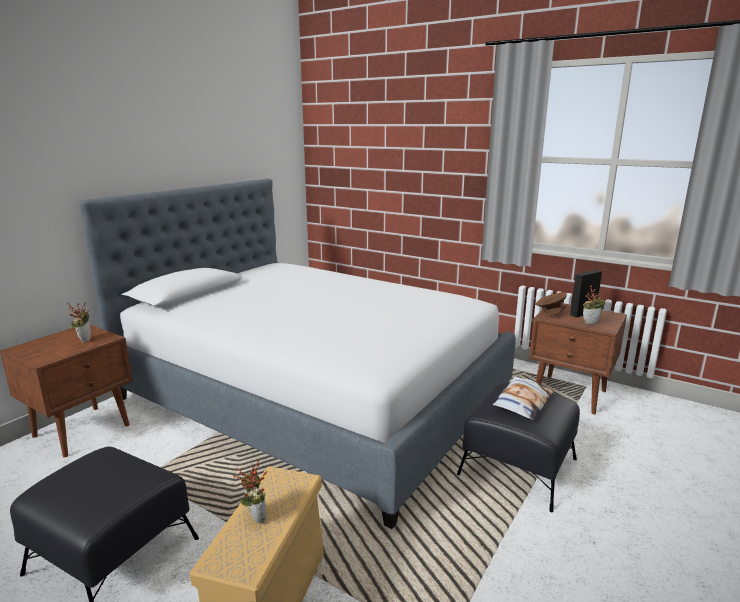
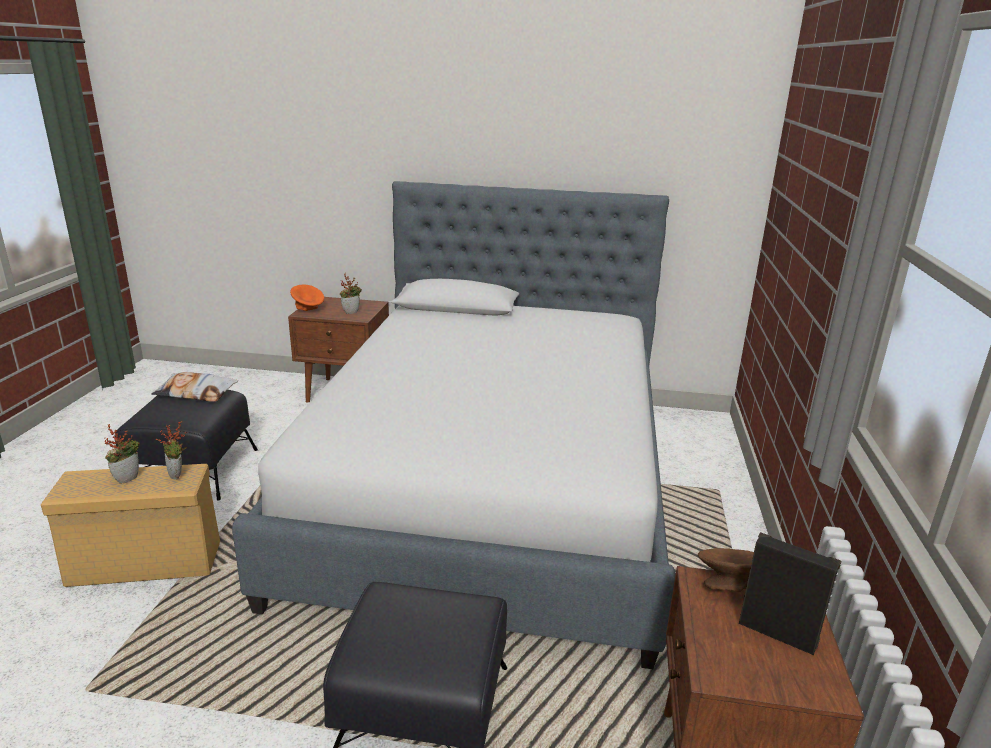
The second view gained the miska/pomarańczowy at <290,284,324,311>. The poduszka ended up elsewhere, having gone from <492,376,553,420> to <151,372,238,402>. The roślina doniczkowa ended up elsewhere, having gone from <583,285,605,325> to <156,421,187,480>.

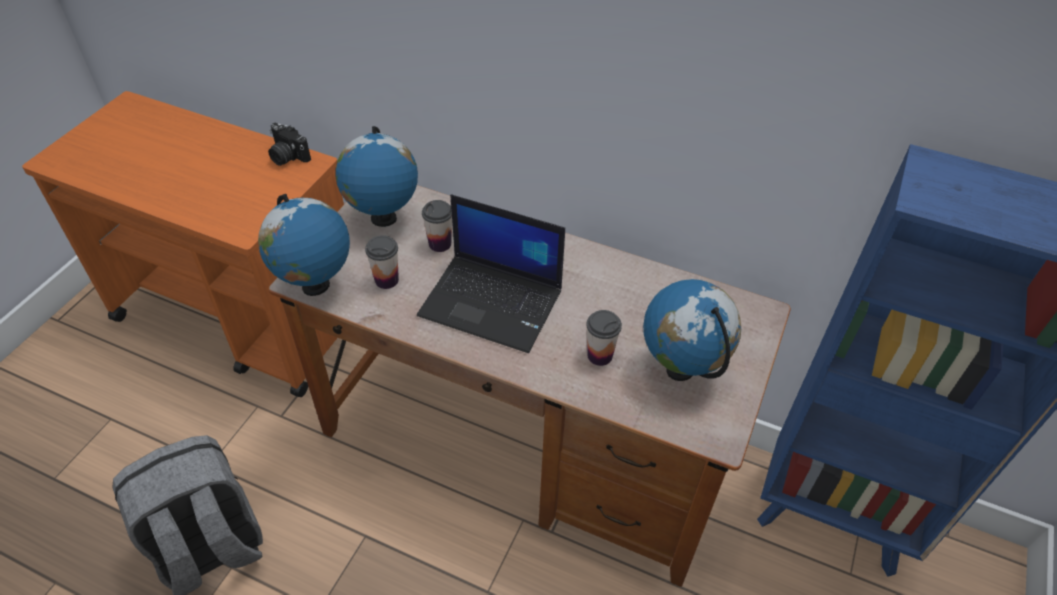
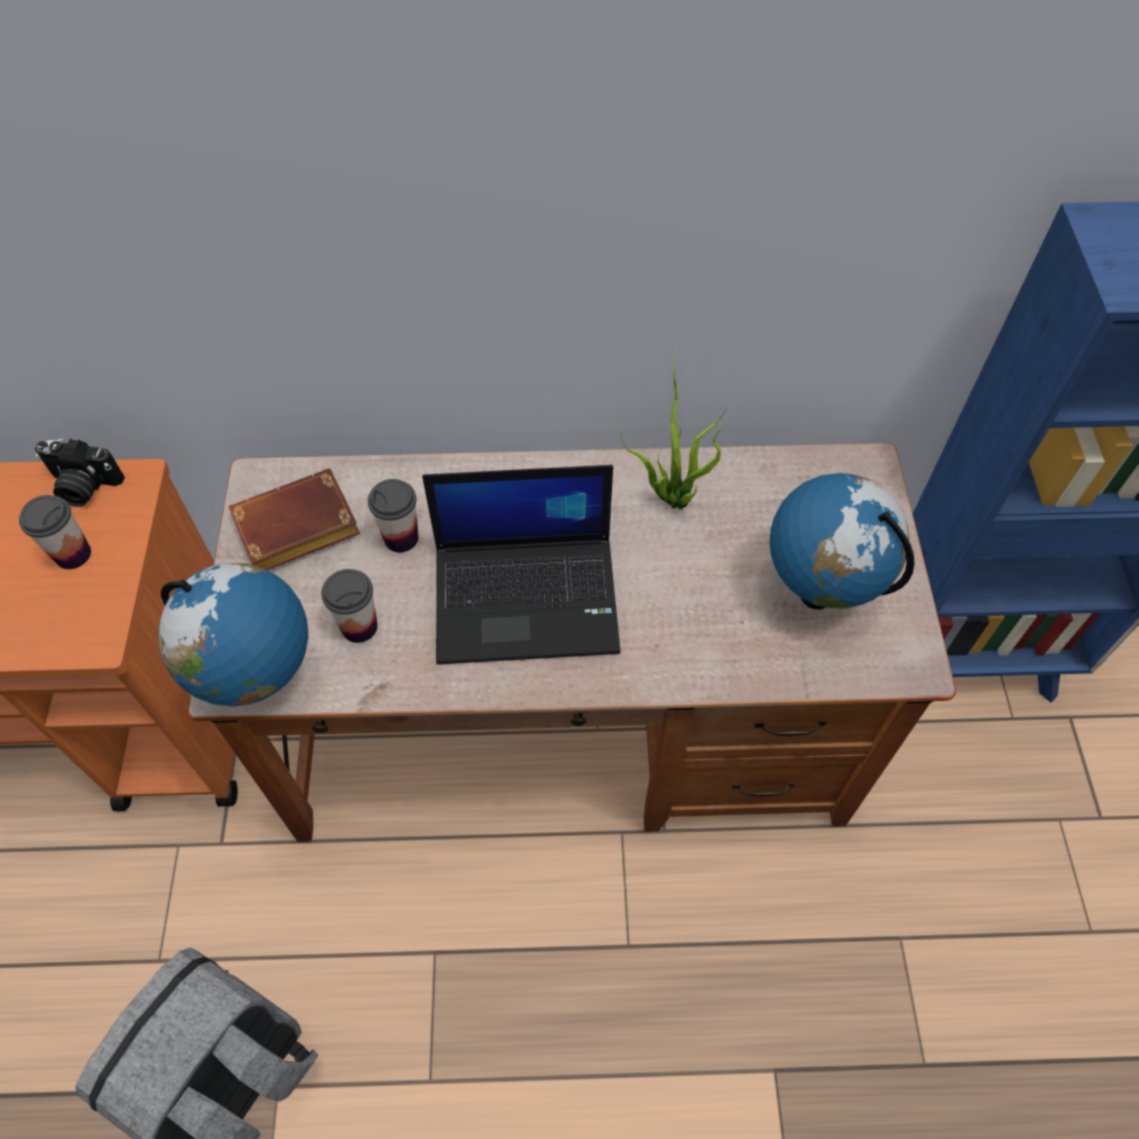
The second view gained the roślina doniczkowa at <621,346,727,509>. The filiżanka ended up elsewhere, having gone from <586,310,622,366> to <19,495,91,569>. Where the globus stood at <335,126,418,227>, the książka/brązowy came to stand at <229,468,360,570>.

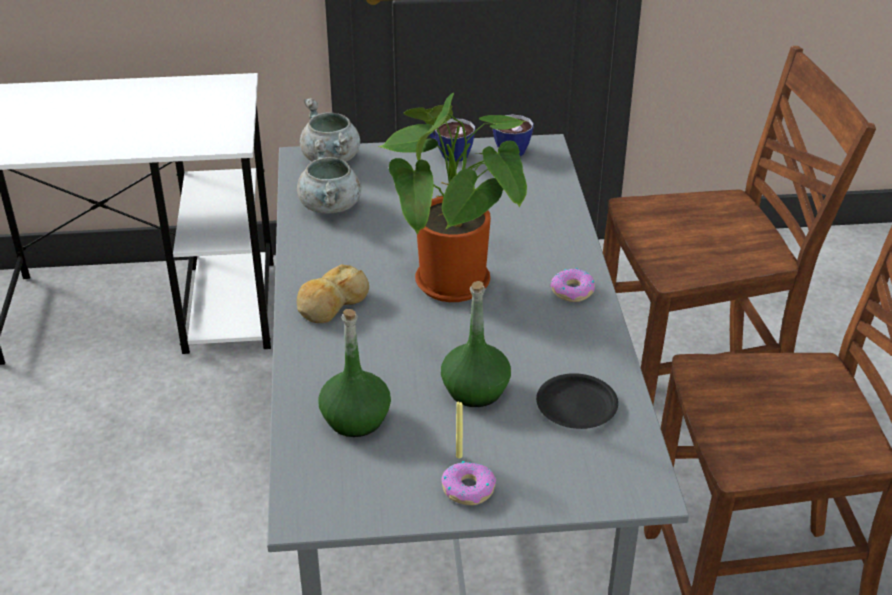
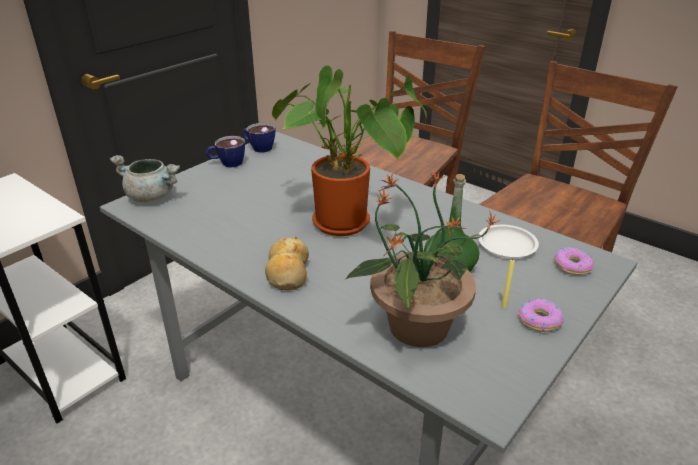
The second view lost the garnek/szary at <297,139,361,214>. The donut ended up elsewhere, having gone from <550,268,595,302> to <554,247,594,275>. Where the butelka/zielony stood at <318,309,391,437>, the roślina doniczkowa came to stand at <345,170,501,347>. What was the talerz/czarny at <536,373,618,429> turned into the talerz/biały at <478,225,539,257>.

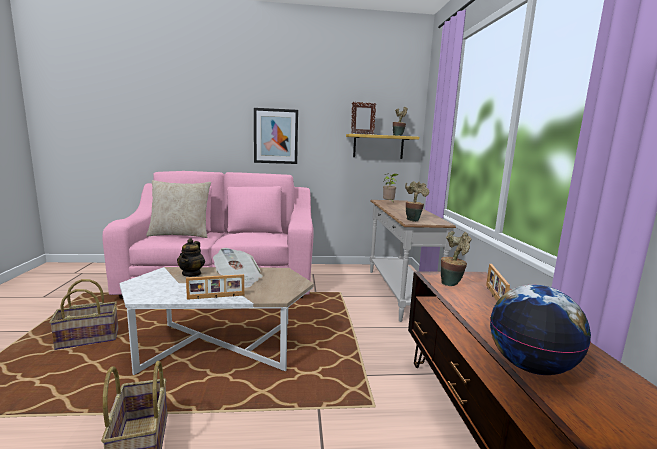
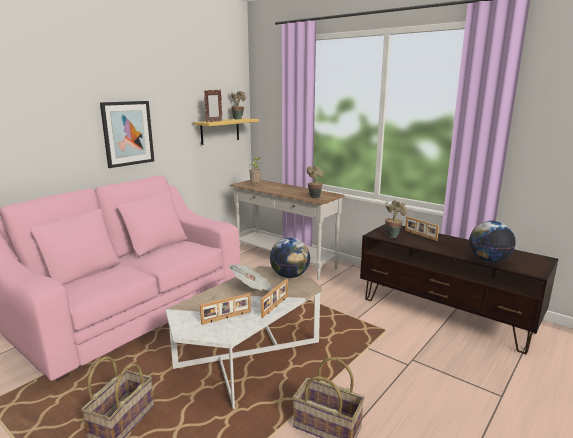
The second view lost the poduszka/beżowy at <146,180,211,238>. The second view lost the imbryk at <177,238,205,277>. The second view gained the ramka na zdjęcie at <200,293,251,325>. The second view gained the globus at <270,238,310,278>.

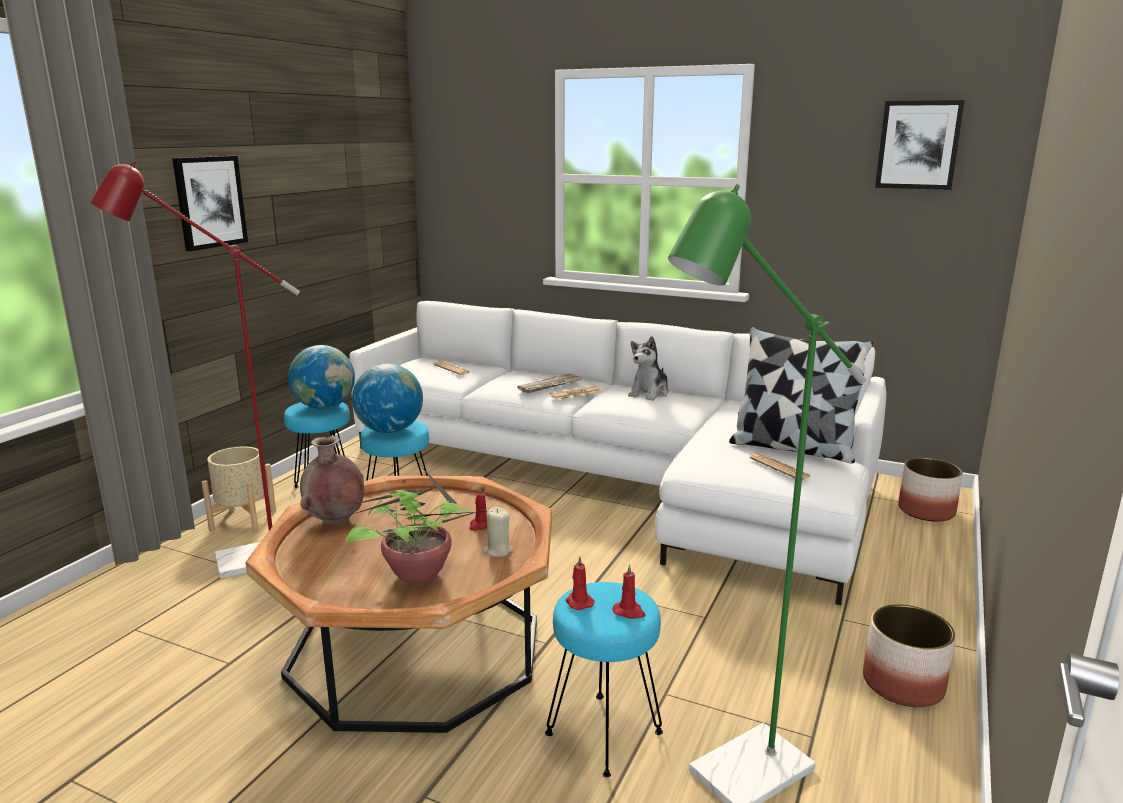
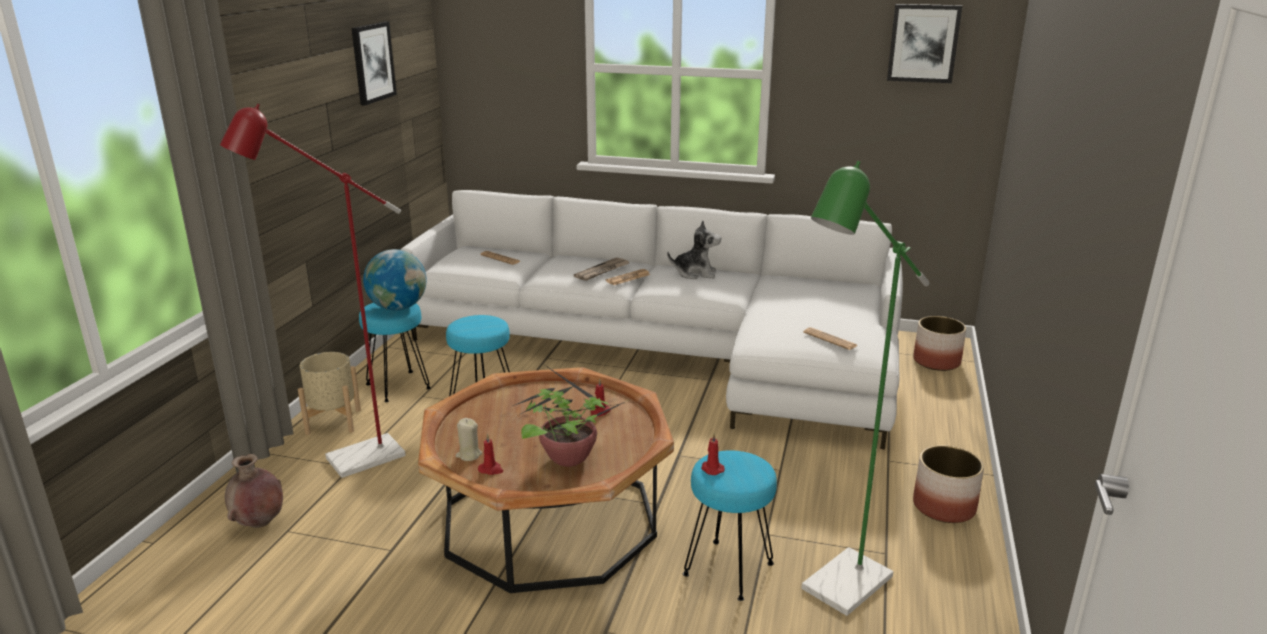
The second view lost the globus at <352,364,423,433>. The second view lost the poduszka at <729,327,873,463>. The obraz ended up elsewhere, having gone from <172,156,248,251> to <351,22,397,106>. The wazon/brązowy ended up elsewhere, having gone from <300,436,364,525> to <225,454,283,528>. The świeca/beżowy ended up elsewhere, having gone from <483,507,513,557> to <456,418,482,461>. The świeca/czerwony ended up elsewhere, having gone from <613,564,645,619> to <478,434,503,475>. The pluszak at <628,336,669,401> ended up facing another way, 105 degrees counterclockwise from before.

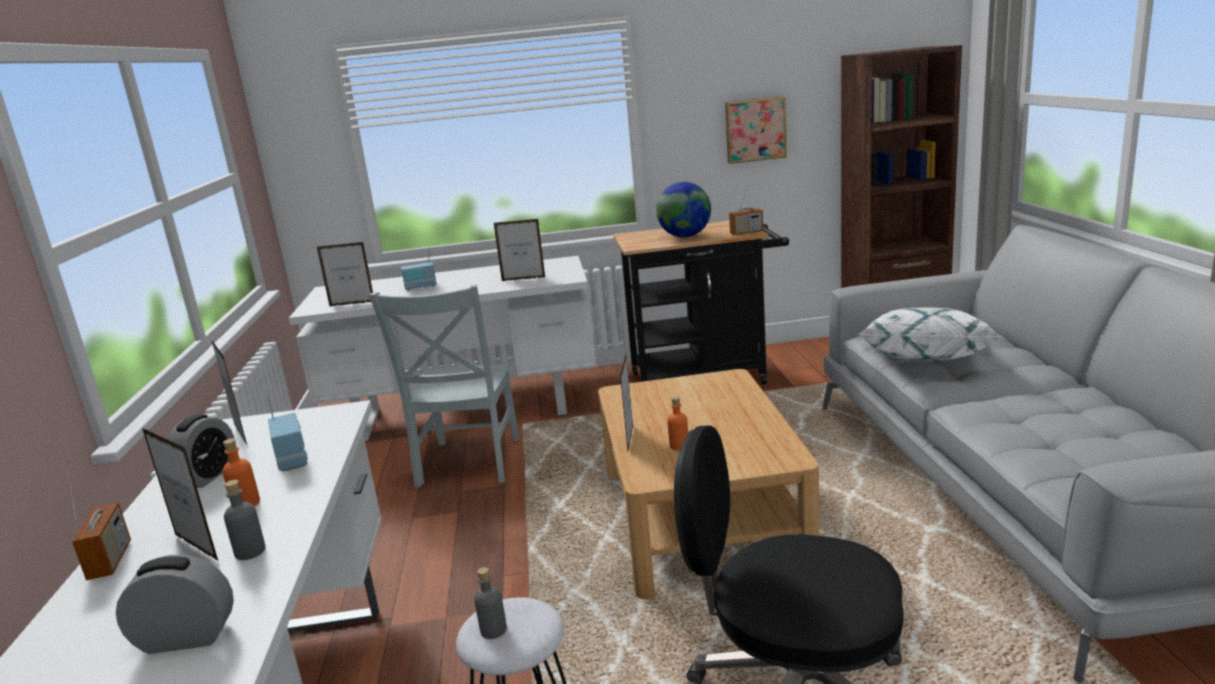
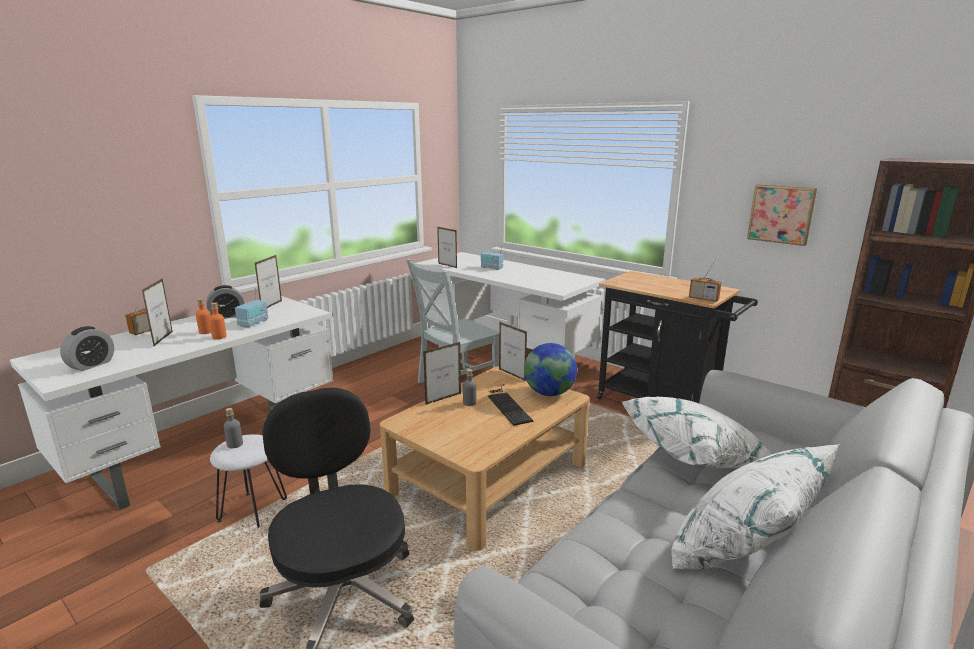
The second view gained the klawiatura at <488,384,533,426>. The second view gained the poduszka/biały at <671,444,839,569>. The butelka/szary ended up elsewhere, having gone from <224,480,266,560> to <463,369,477,406>. The ramka na zdjęcie ended up elsewhere, having gone from <494,219,546,281> to <499,322,527,381>. The globus ended up elsewhere, having gone from <656,182,711,237> to <524,343,577,396>. The butelka/pomarańczowy ended up elsewhere, having gone from <667,396,688,451> to <209,303,227,340>. The budzik at <116,555,234,654> ended up facing another way, 75 degrees clockwise from before.

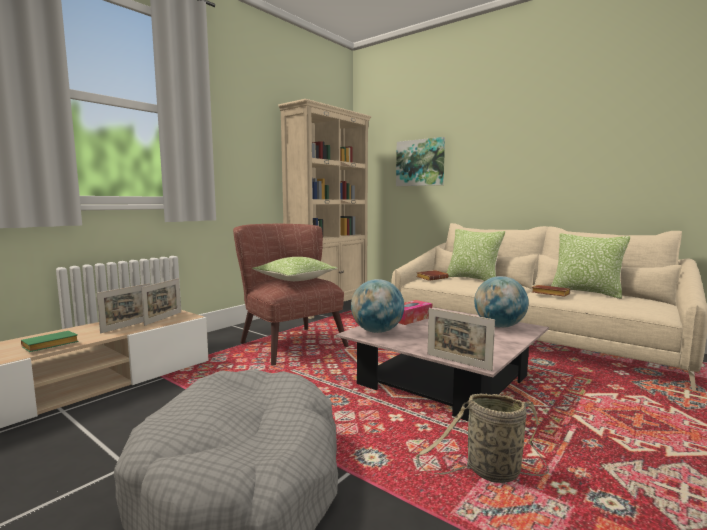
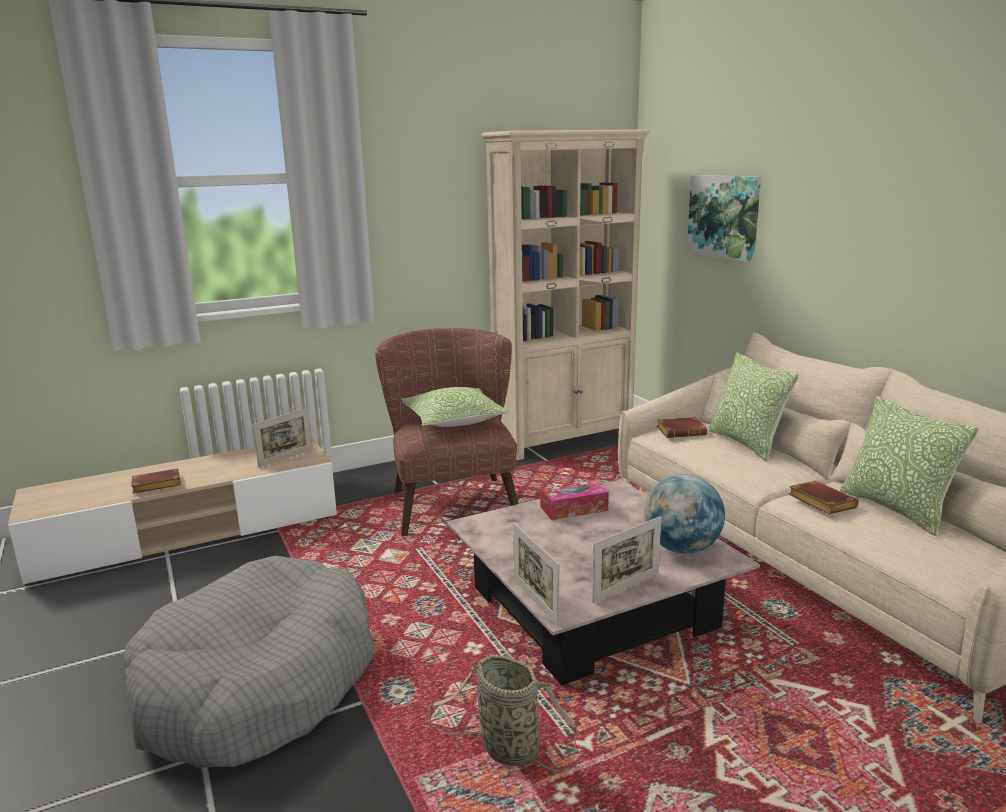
The second view lost the globus at <351,279,404,333>. The ramka na zdjęcie ended up elsewhere, having gone from <97,283,150,333> to <592,516,661,603>. What was the książka/zielony at <21,331,79,352> turned into the książka/brązowy at <131,468,181,494>.

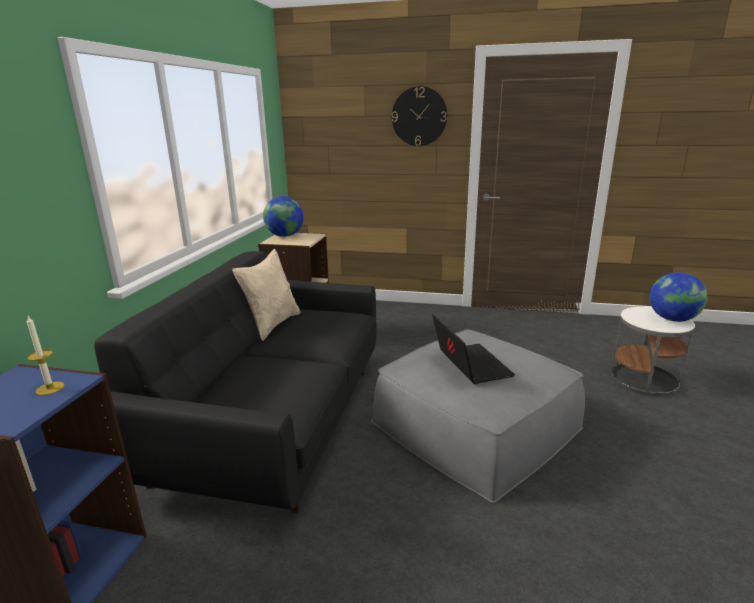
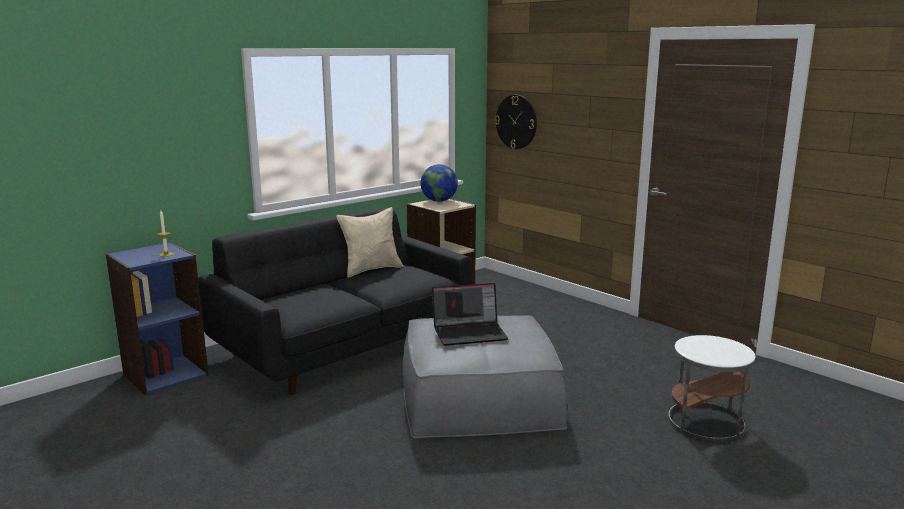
The second view lost the globus at <650,272,708,322>. The zegar ścienny ended up elsewhere, having gone from <392,86,448,146> to <495,95,537,149>. The laptop at <432,314,515,384> ended up facing another way, 60 degrees clockwise from before.

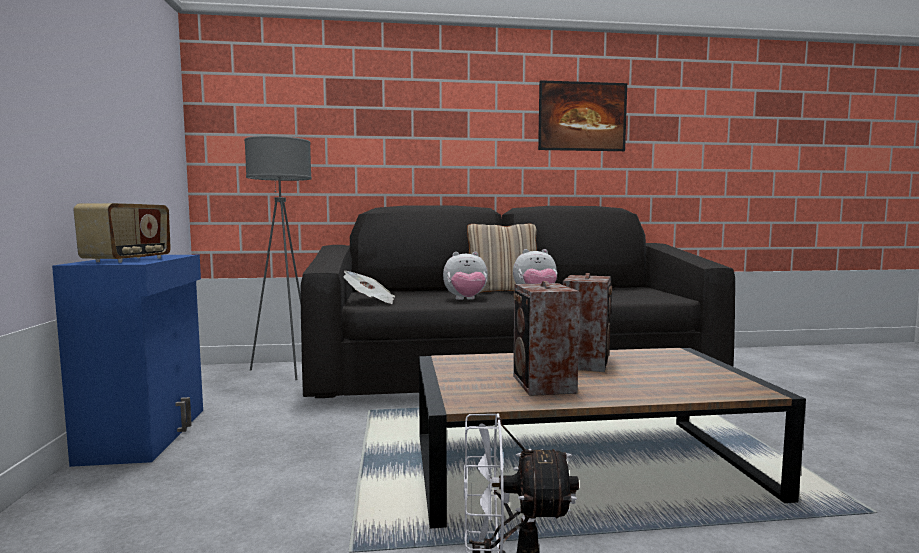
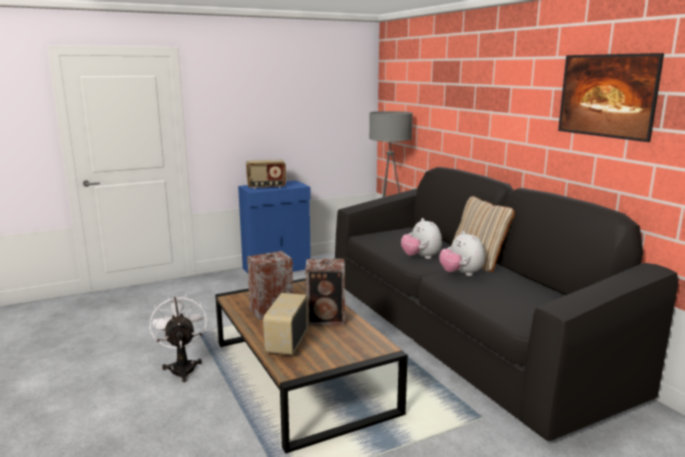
The second view lost the gazeta at <344,271,395,304>. The second view gained the radio at <263,293,308,355>.

